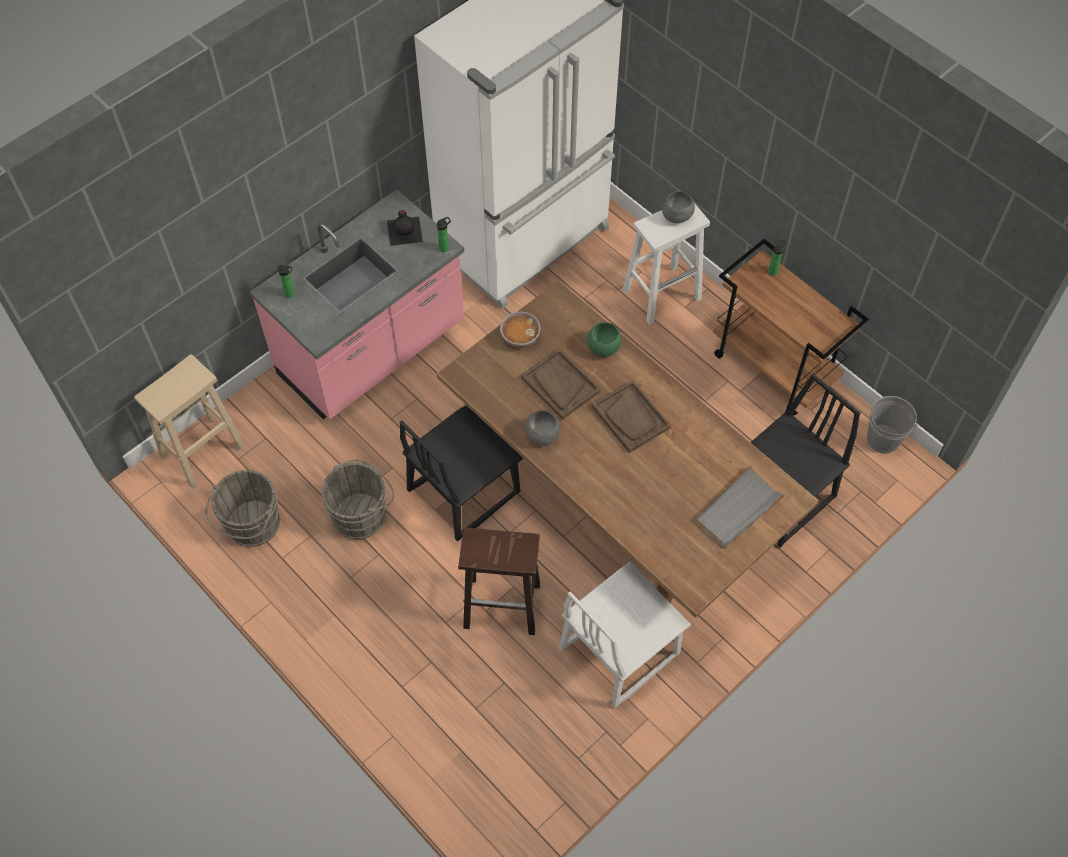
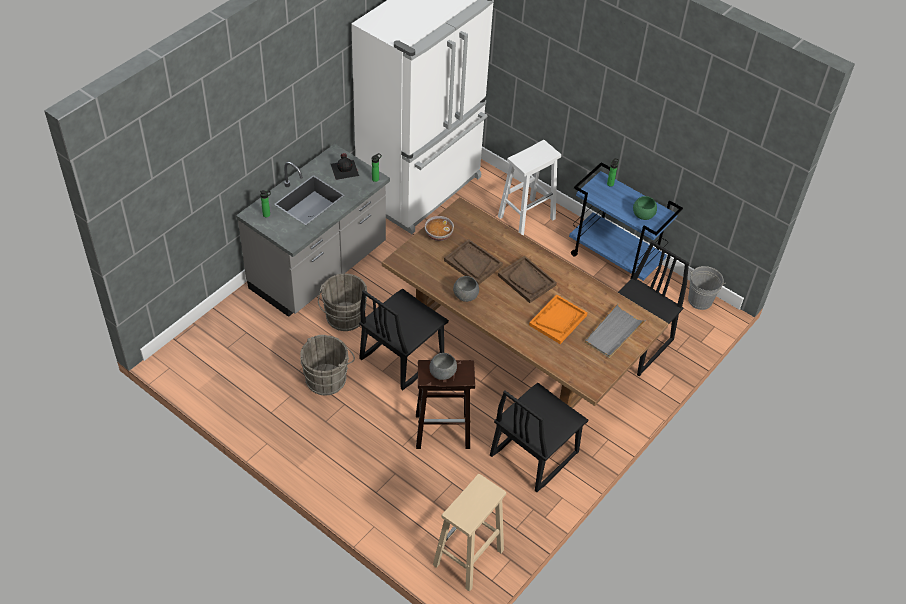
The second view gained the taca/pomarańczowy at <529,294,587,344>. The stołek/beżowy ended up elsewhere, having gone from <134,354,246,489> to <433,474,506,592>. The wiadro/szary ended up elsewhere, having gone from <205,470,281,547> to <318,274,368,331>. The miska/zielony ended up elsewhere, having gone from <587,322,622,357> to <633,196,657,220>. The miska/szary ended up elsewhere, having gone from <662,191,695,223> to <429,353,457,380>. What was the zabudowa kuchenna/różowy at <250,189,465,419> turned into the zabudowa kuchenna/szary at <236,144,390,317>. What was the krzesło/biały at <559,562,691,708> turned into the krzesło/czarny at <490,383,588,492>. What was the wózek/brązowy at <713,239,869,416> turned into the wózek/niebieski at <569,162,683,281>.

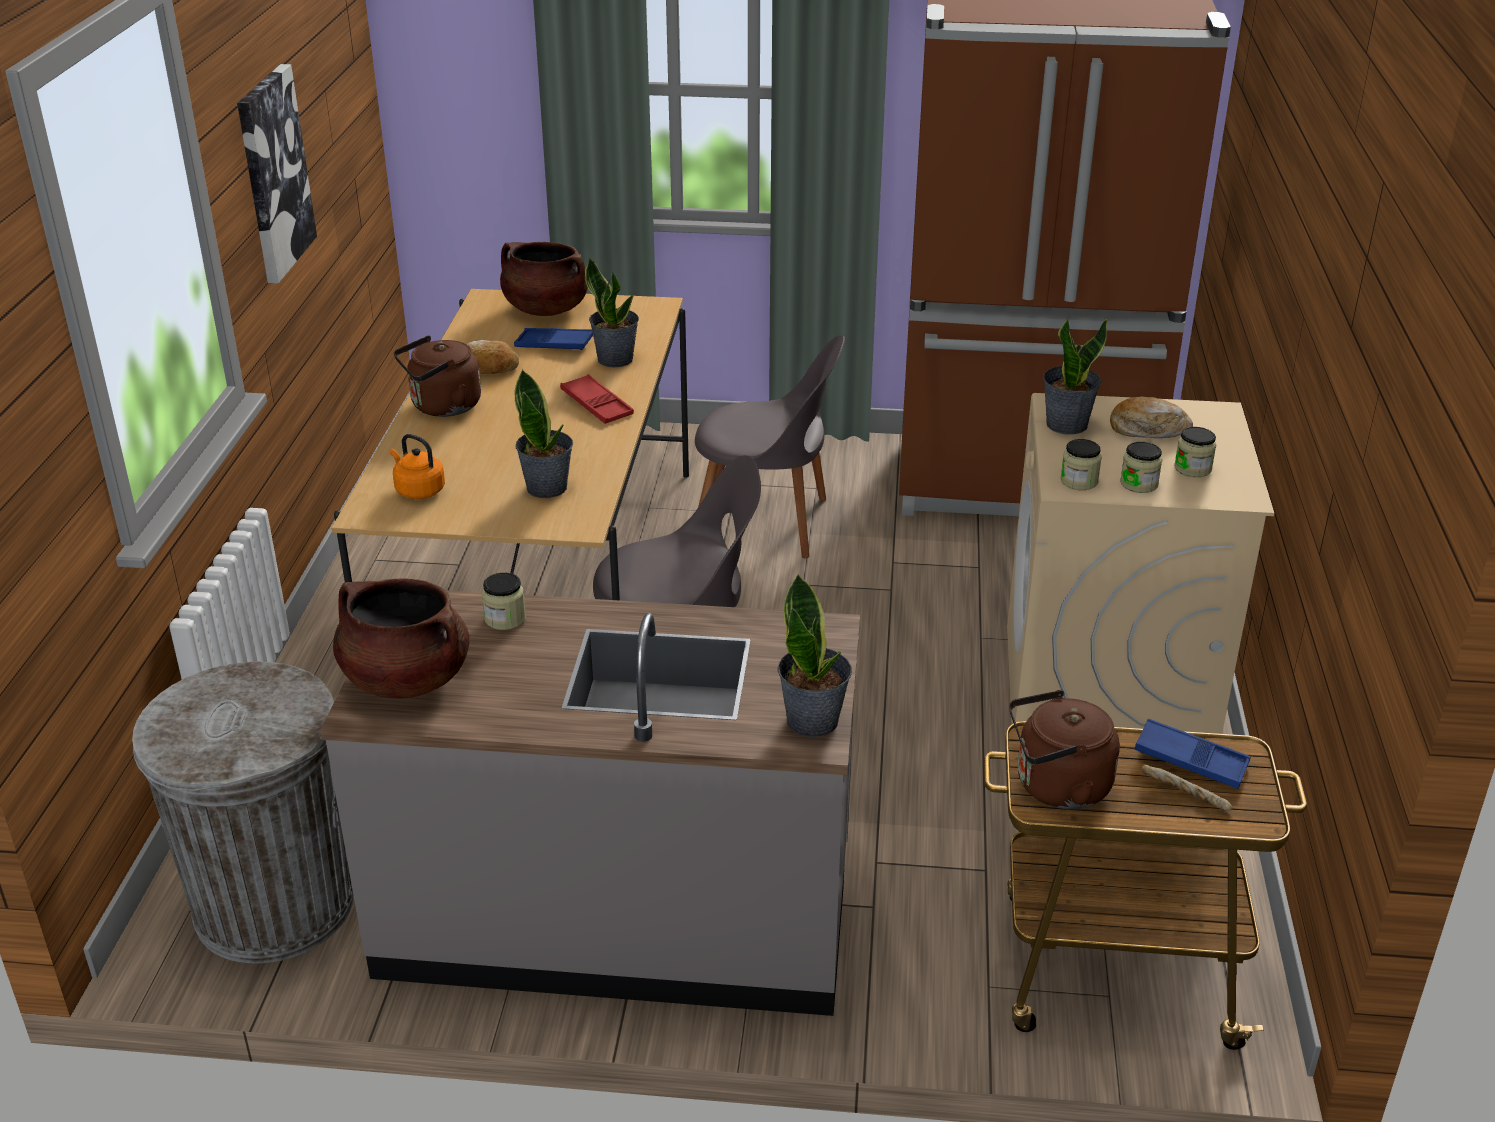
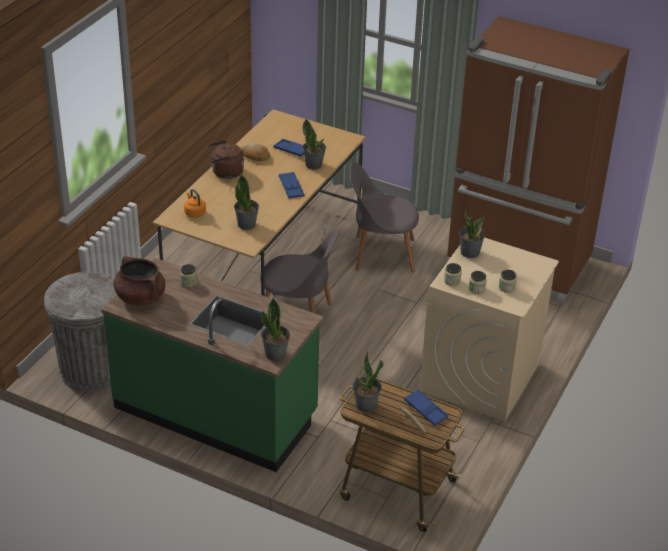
The second view lost the obraz at <237,64,317,283>. The second view lost the garnek/brązowy at <500,242,588,316>. The second view lost the chleb at <1110,396,1193,438>. Where the czajnik/brązowy stood at <1009,690,1120,809>, the roślina doniczkowa came to stand at <353,351,384,413>. What was the zabudowa kuchenna/szary at <320,590,860,1016> turned into the zabudowa kuchenna/zielony at <102,258,324,472>. What was the taca/czerwony at <560,374,634,424> turned into the taca/niebieski at <279,172,304,198>. The krzesło/szary at <695,335,845,558> ended up facing another way, 150 degrees clockwise from before.

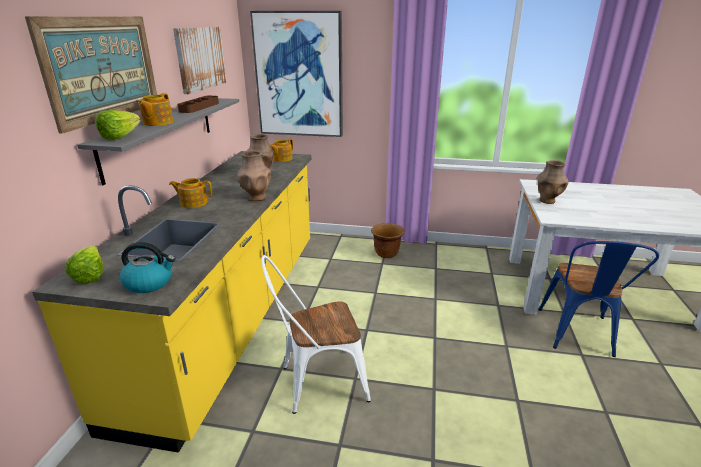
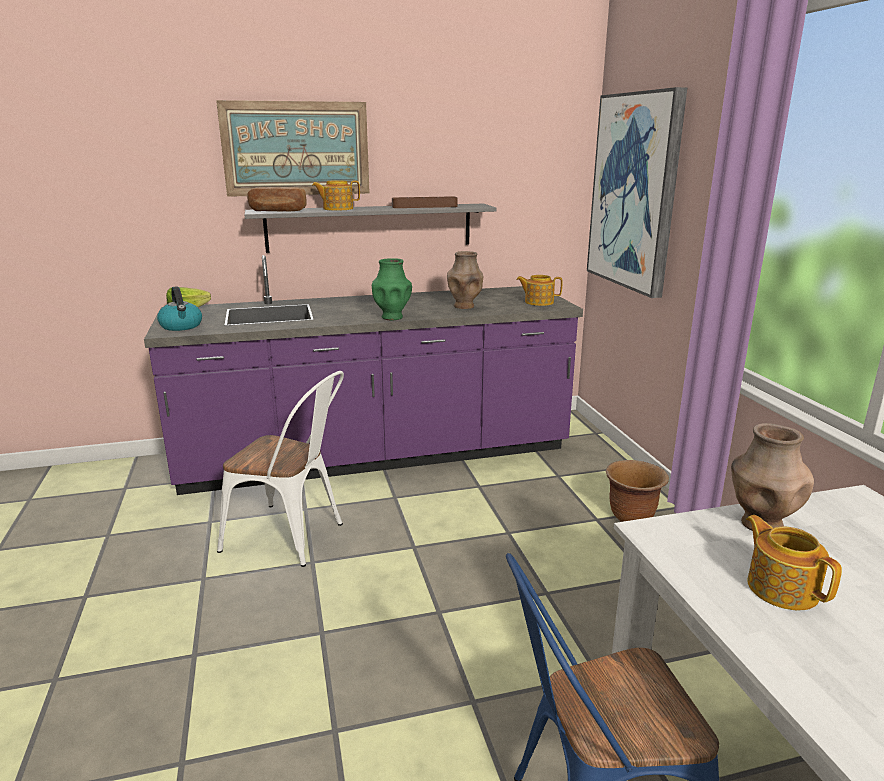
The second view lost the obraz at <173,27,227,94>. The imbryk ended up elsewhere, having gone from <169,178,212,208> to <746,515,842,610>. Where the sałata stood at <95,110,140,140>, the chleb came to stand at <247,187,306,211>. What was the zabudowa kuchenna/żółty at <32,151,311,453> turned into the zabudowa kuchenna/fioletowy at <144,255,583,495>. What was the wazon/brązowy at <238,151,271,201> turned into the wazon/zielony at <372,258,412,320>. The krzesło/biały at <262,255,371,414> ended up facing another way, 150 degrees clockwise from before.

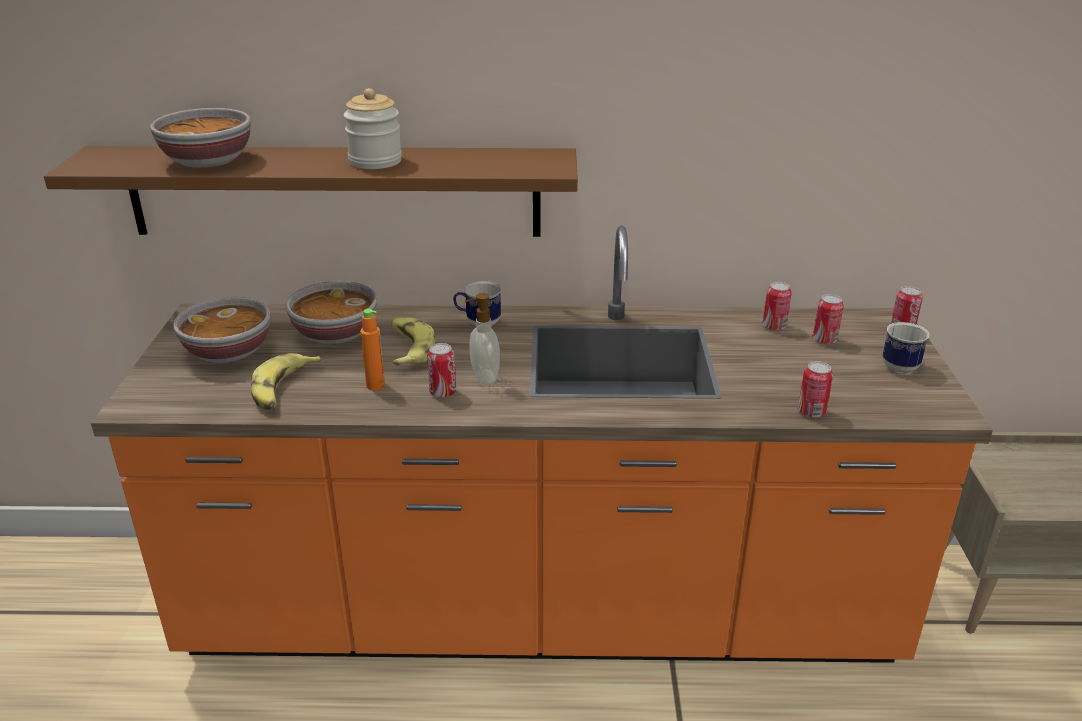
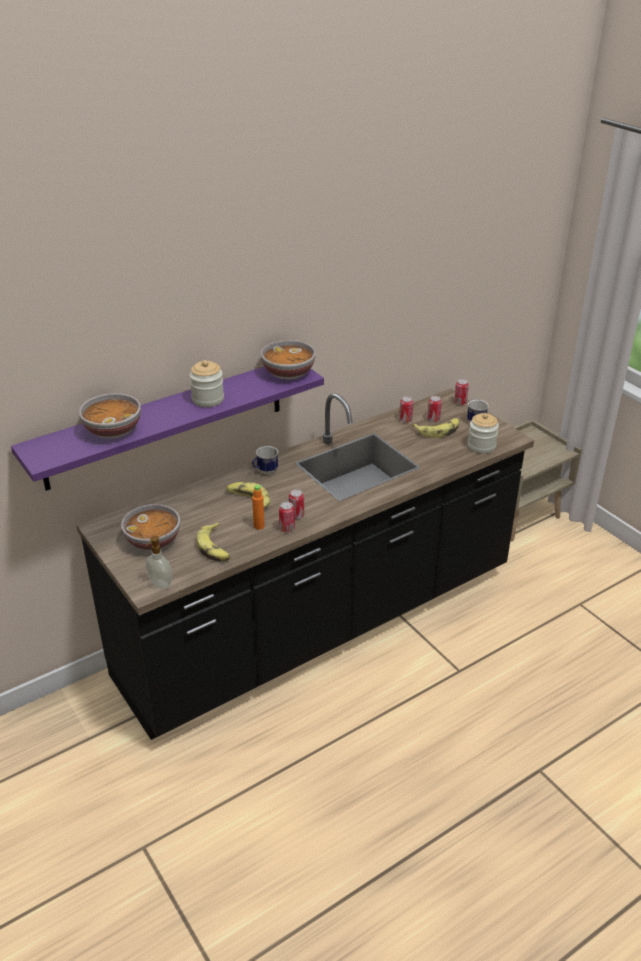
The second view gained the banan at <413,418,459,438>. The second view gained the słoik at <468,413,499,454>. The miska ended up elsewhere, having gone from <286,281,377,345> to <261,340,316,380>. The dozownik mydła ended up elsewhere, having gone from <465,293,500,385> to <146,536,172,589>. The puszka ended up elsewhere, having gone from <798,361,833,418> to <279,501,295,532>. What was the półka/brązowy at <44,146,578,237> turned into the półka/fioletowy at <11,366,324,491>. What was the zabudowa kuchenna/pomarańczowy at <91,226,993,663> turned into the zabudowa kuchenna/czarny at <76,388,534,740>.

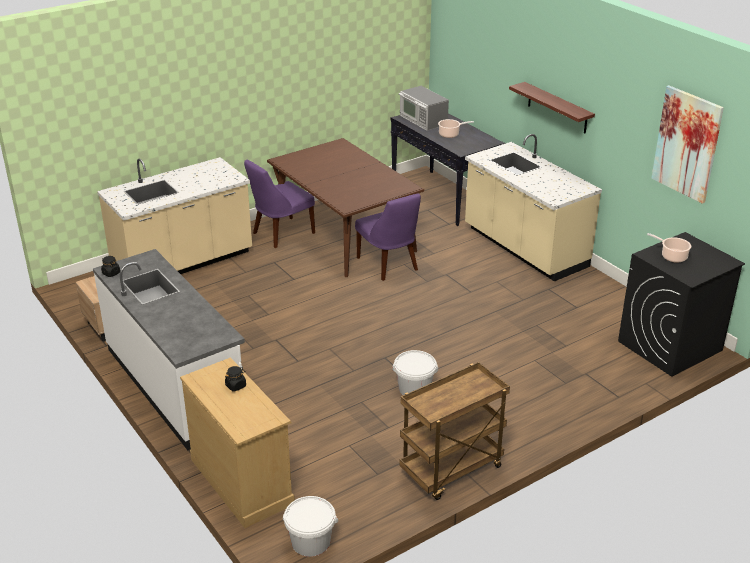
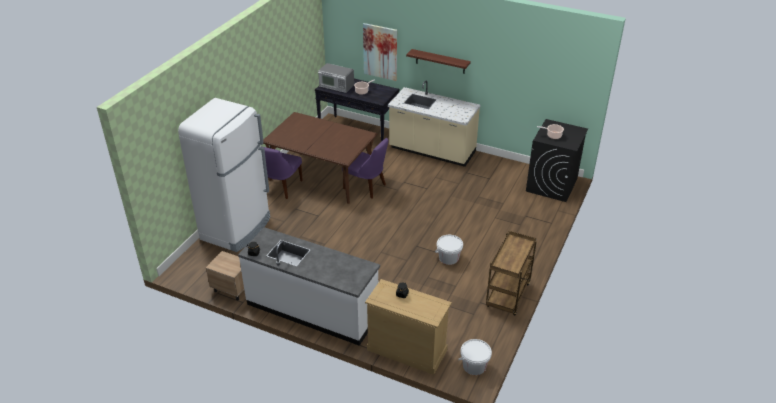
The obraz ended up elsewhere, having gone from <651,85,724,204> to <363,23,397,81>. Where the zabudowa kuchenna/beżowy stood at <97,157,252,274>, the lodówka/biały came to stand at <178,98,270,252>.

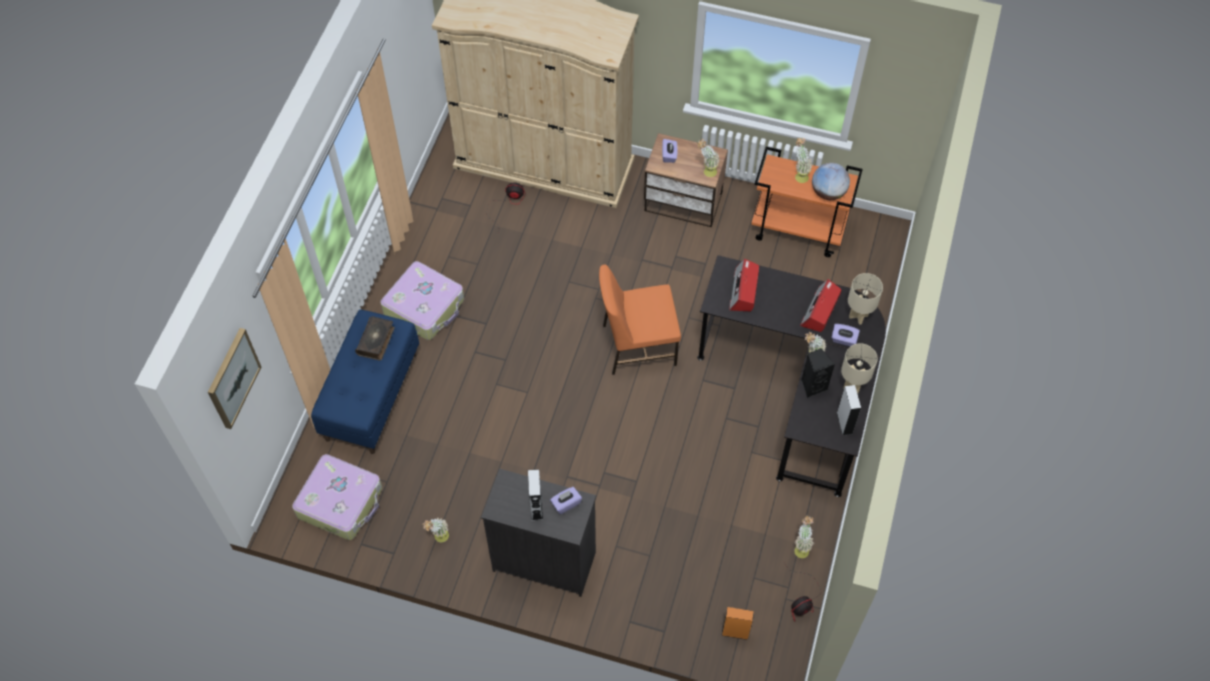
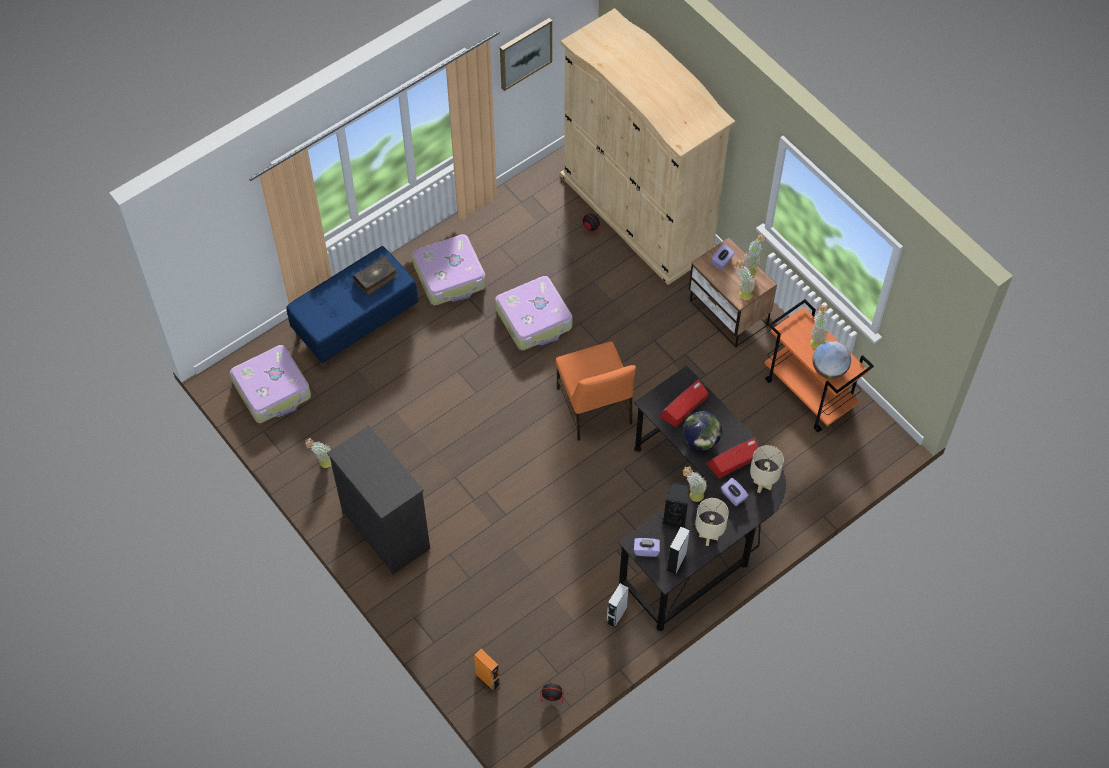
The second view gained the walizka at <495,276,572,350>. The second view gained the globus at <683,411,722,450>. The obraz ended up elsewhere, having gone from <208,328,261,429> to <500,18,552,91>. The głośnik/szary ended up elsewhere, having gone from <528,469,543,521> to <606,583,629,628>. The pudełko chusteczek/fioletowy ended up elsewhere, having gone from <550,487,582,514> to <634,538,660,557>. The roślina doniczkowa ended up elsewhere, having gone from <794,516,814,558> to <743,233,766,276>. The krzesło/pomarańczowy at <599,264,681,375> ended up facing another way, 135 degrees counterclockwise from before.

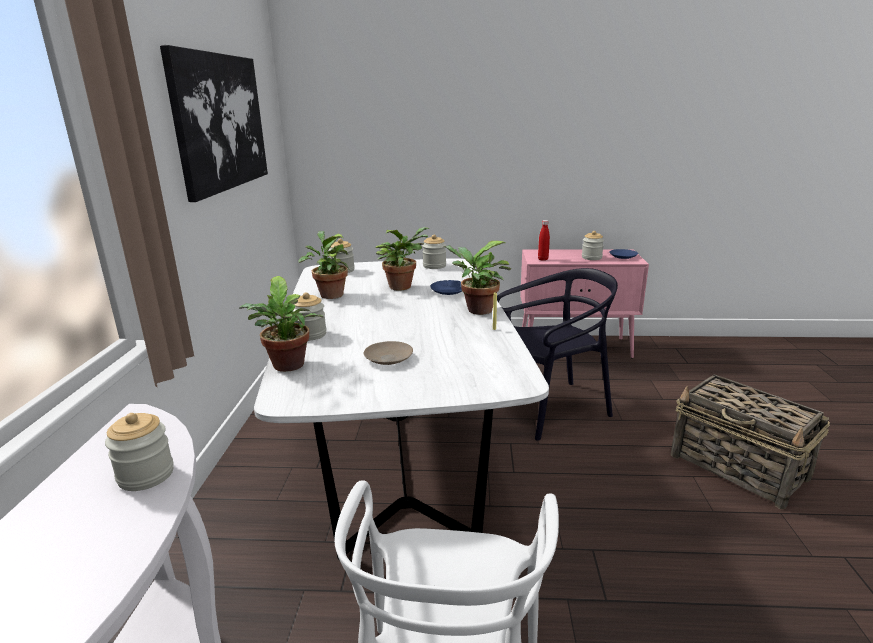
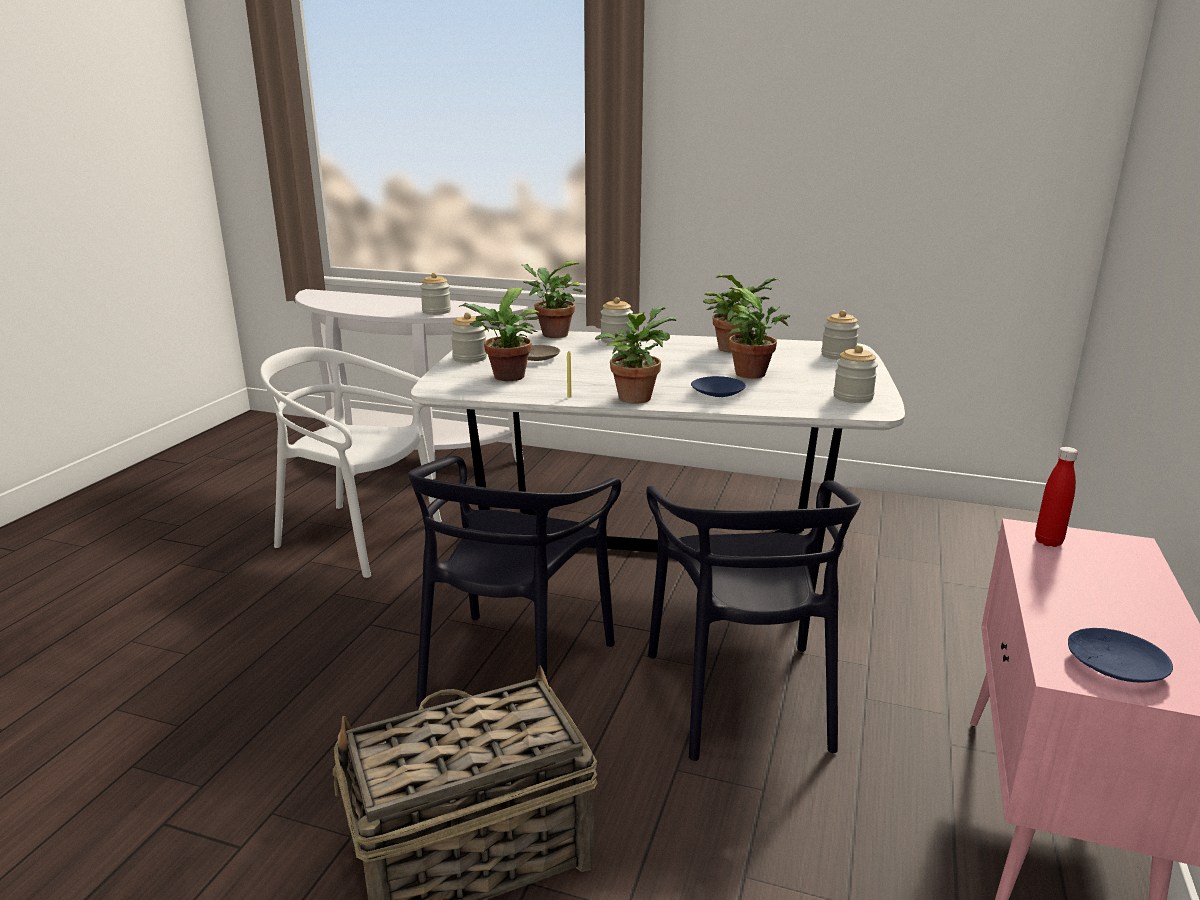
The second view lost the obraz at <160,45,268,202>. The second view gained the krzesło/czarny at <408,456,621,707>. The second view gained the roślina doniczkowa at <458,288,539,381>. The słoik ended up elsewhere, having gone from <582,231,604,260> to <451,312,487,363>.

